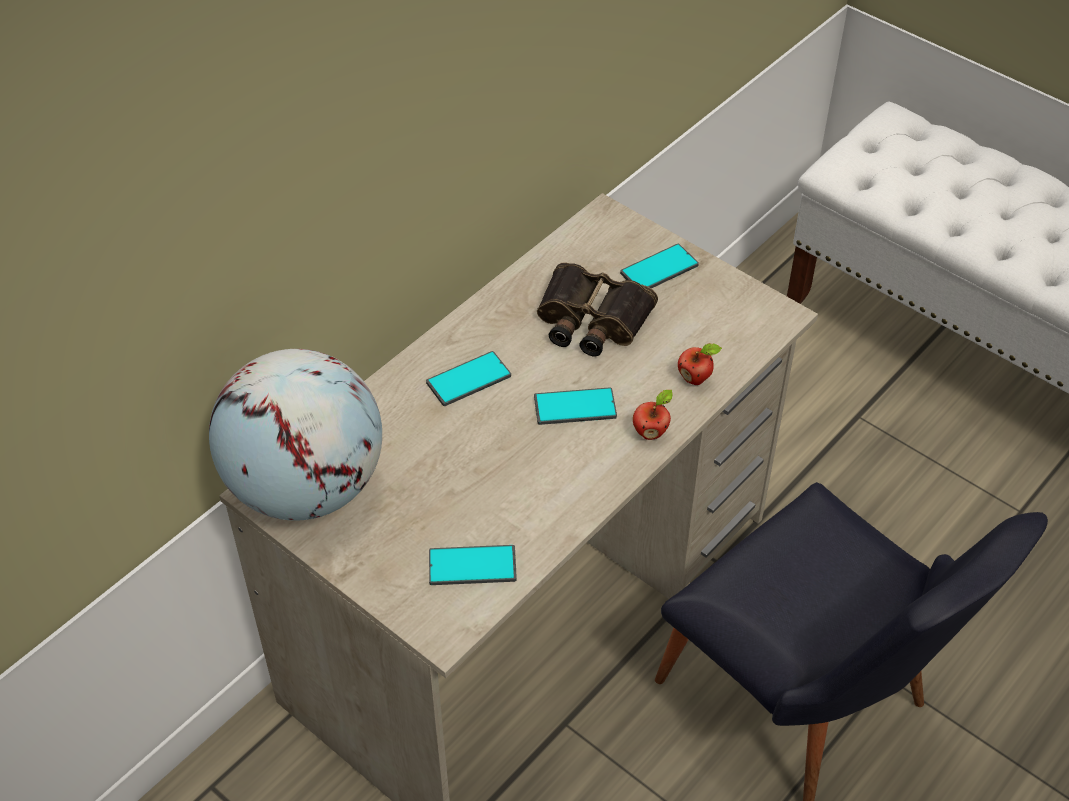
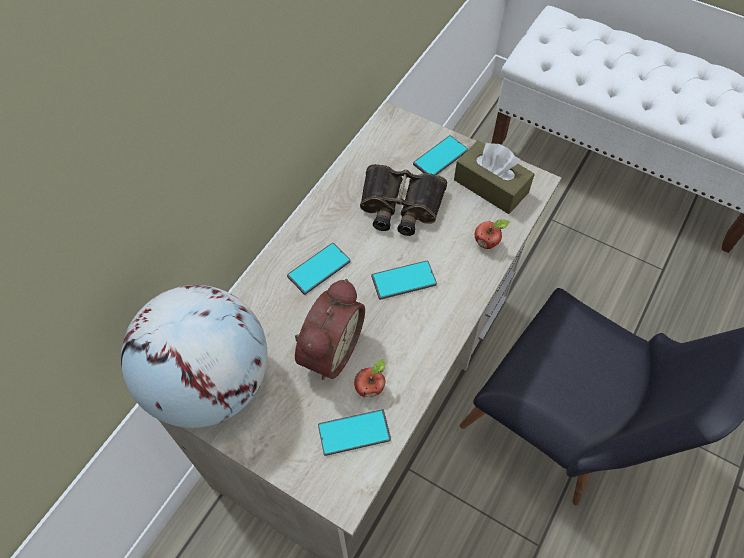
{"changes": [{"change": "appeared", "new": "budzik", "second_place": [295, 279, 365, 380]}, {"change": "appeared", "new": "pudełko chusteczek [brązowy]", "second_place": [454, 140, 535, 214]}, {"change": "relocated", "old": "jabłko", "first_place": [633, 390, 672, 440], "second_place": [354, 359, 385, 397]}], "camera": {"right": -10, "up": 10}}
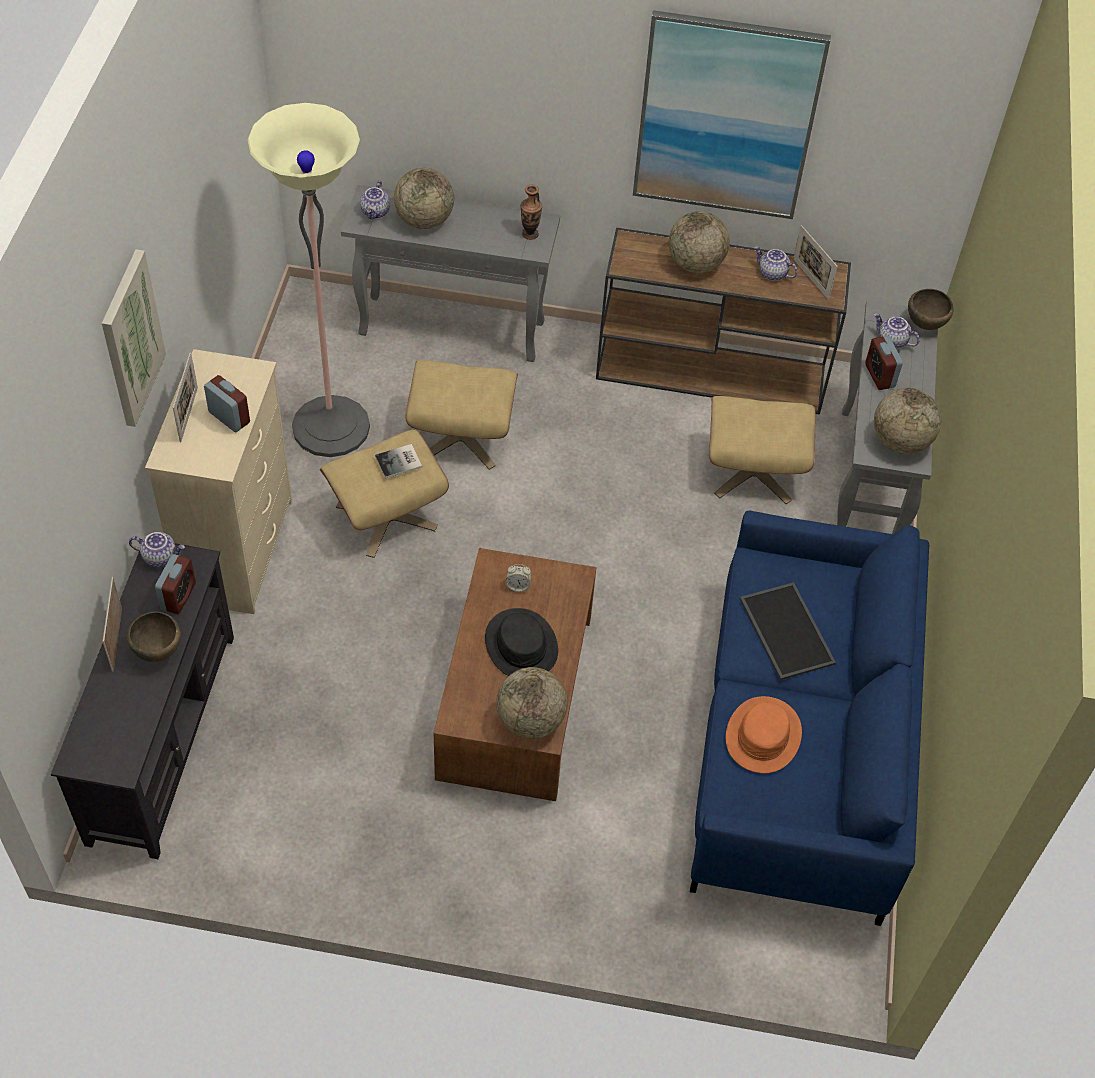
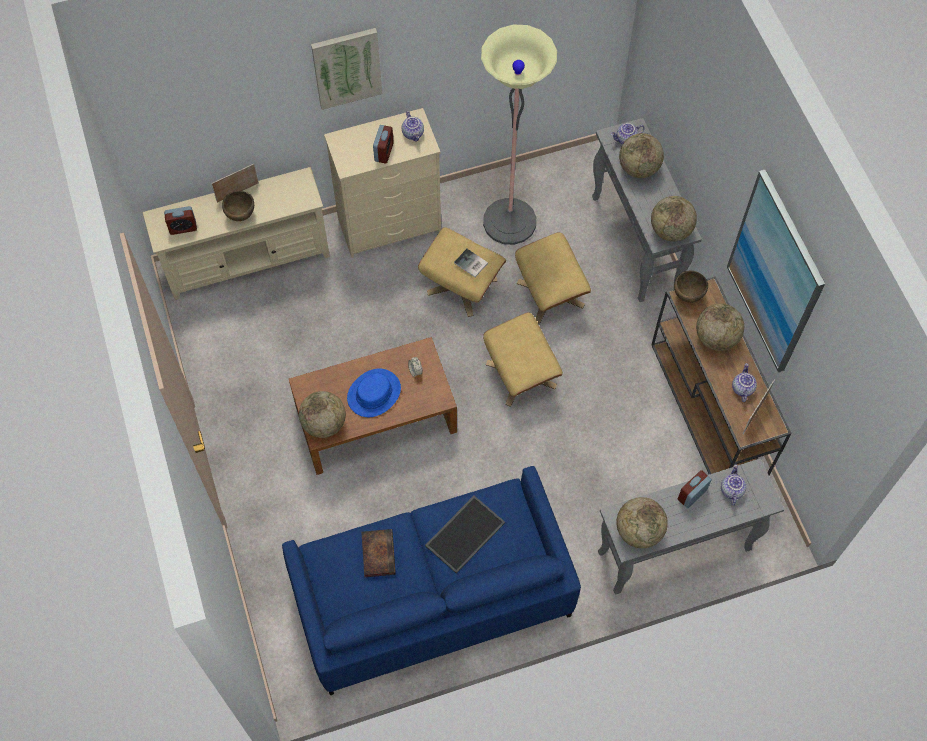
{"changes": [{"change": "missing", "old": "ramka na zdjęcie", "first_place": [173, 352, 198, 443]}, {"change": "relocated", "old": "imbryk", "first_place": [129, 532, 185, 567], "second_place": [402, 111, 424, 141]}, {"change": "relocated", "old": "budzik", "first_place": [155, 554, 196, 614], "second_place": [164, 206, 197, 235]}, {"change": "relocated", "old": "pufa [beżowy]", "first_place": [709, 396, 815, 504], "second_place": [483, 312, 563, 407]}, {"change": "relocated", "old": "miska [brązowy]", "first_place": [908, 289, 954, 330], "second_place": [674, 271, 708, 303]}, {"change": "exchanged", "old": "wazon", "new": "globus", "first_place": [520, 185, 542, 240], "second_place": [651, 196, 697, 242]}, {"change": "exchanged", "old": "kapelusz [pomarańczowy]", "new": "książka", "first_place": [726, 696, 802, 773], "second_place": [361, 529, 396, 577]}, {"change": "colour", "old": "szafka pod telewizor [czarny]", "new": "szafka pod telewizor [beżowy]", "first_place": [51, 543, 234, 859], "second_place": [143, 167, 330, 300]}, {"change": "colour", "old": "kapelusz [czarny]", "new": "kapelusz [niebieski]", "first_place": [485, 608, 558, 676], "second_place": [347, 369, 401, 417]}], "camera": {"right": 65, "up": 10}}
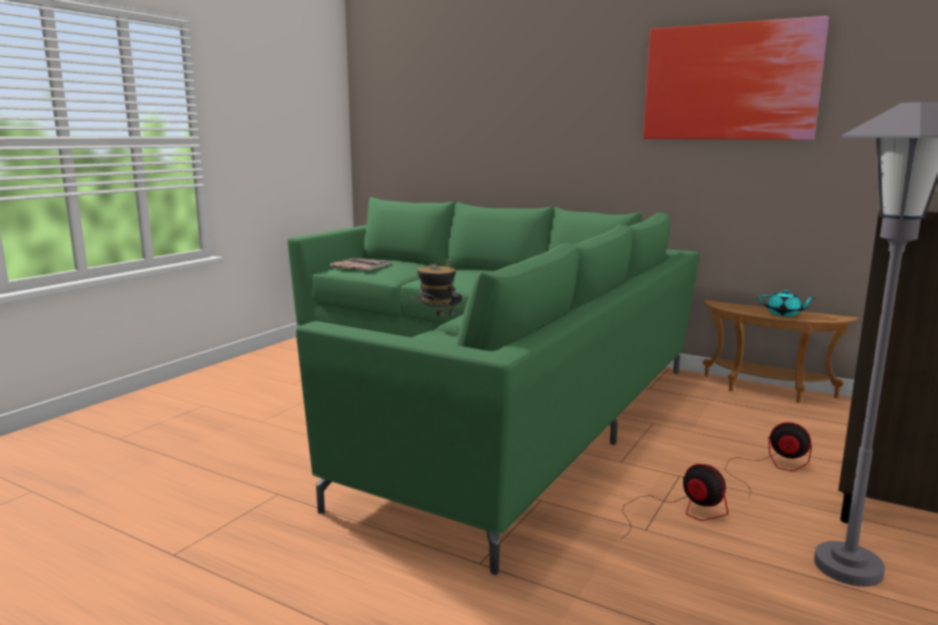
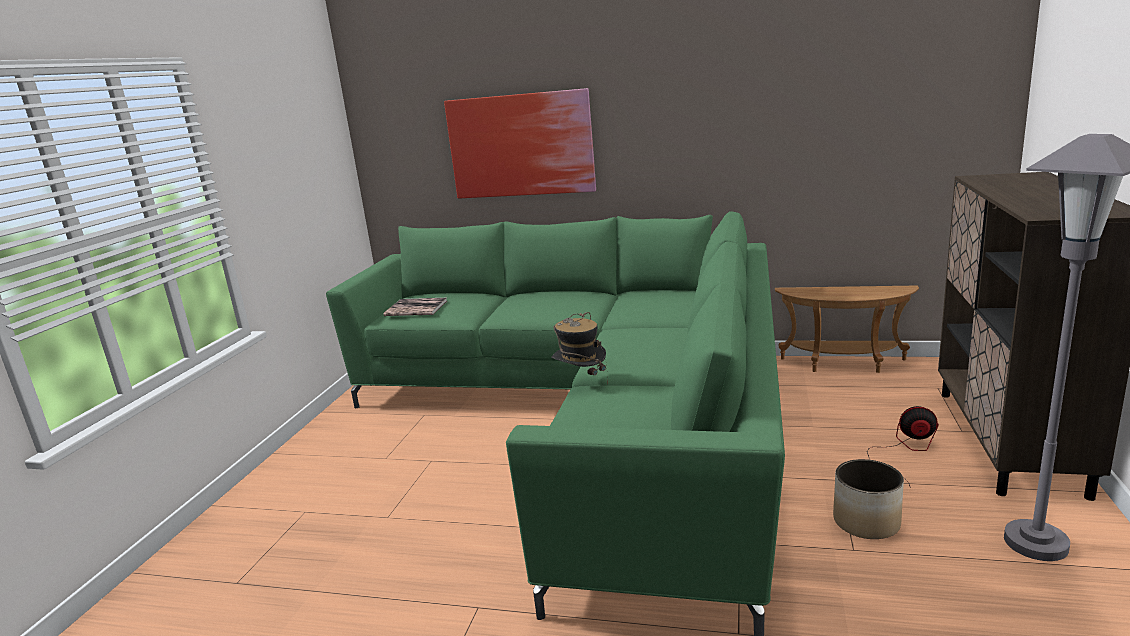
{"changes": [{"change": "missing", "old": "imbryk [turkusowy]", "first_place": [759, 289, 815, 316]}, {"change": "relocated", "old": "obraz", "first_place": [643, 16, 829, 140], "second_place": [444, 88, 596, 199]}, {"change": "exchanged", "old": "wentylator", "new": "donica", "first_place": [620, 464, 728, 539], "second_place": [833, 459, 904, 539]}], "camera": {"right": -15, "up": 5}}
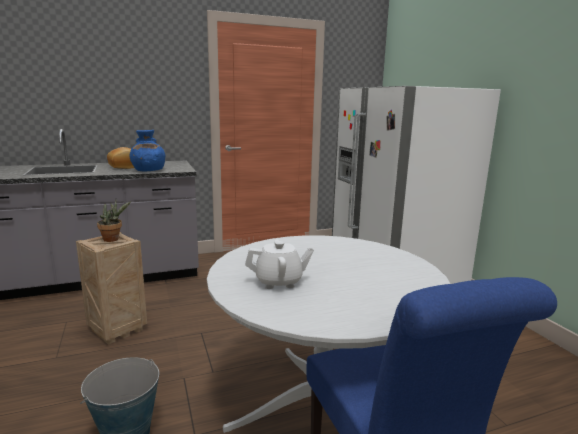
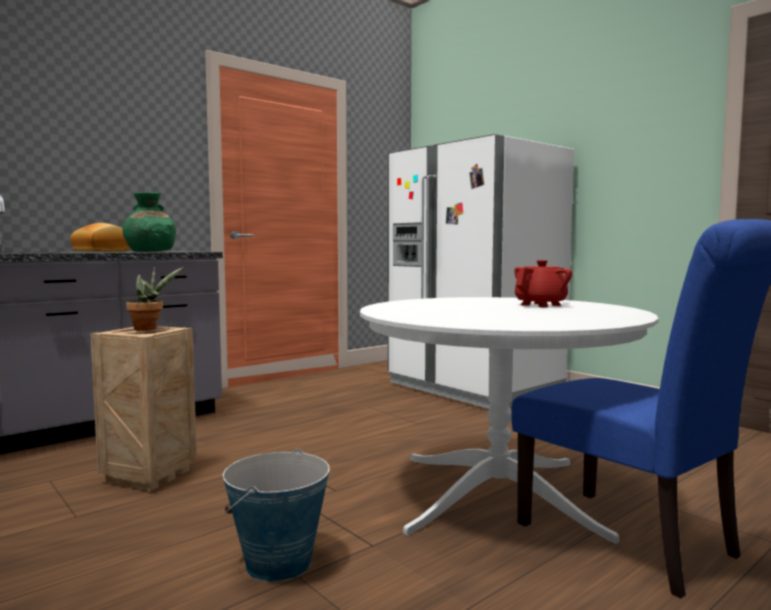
{"changes": [{"change": "missing", "old": "imbryk [biały]", "first_place": [245, 239, 314, 289]}, {"change": "appeared", "new": "imbryk [czerwony]", "second_place": [514, 260, 572, 307]}, {"change": "colour", "old": "wazon [niebieski]", "new": "wazon [zielony]", "first_place": [129, 130, 165, 171], "second_place": [122, 192, 176, 252]}], "camera": {"right": -20, "up": -10}}
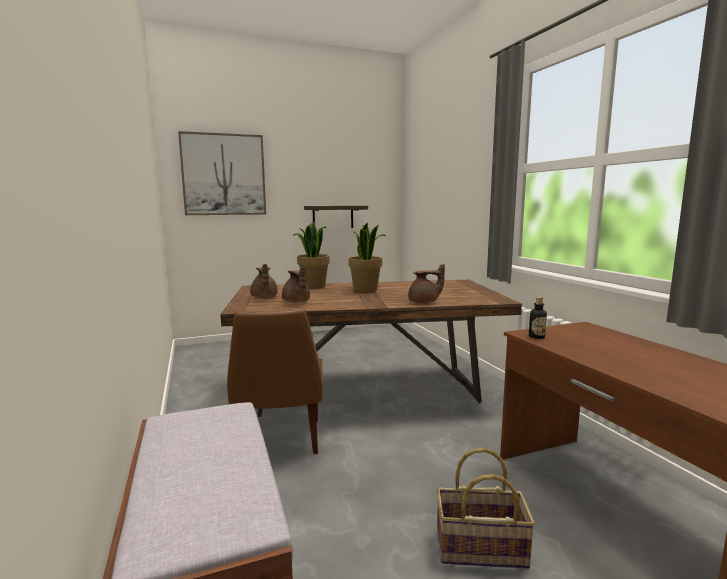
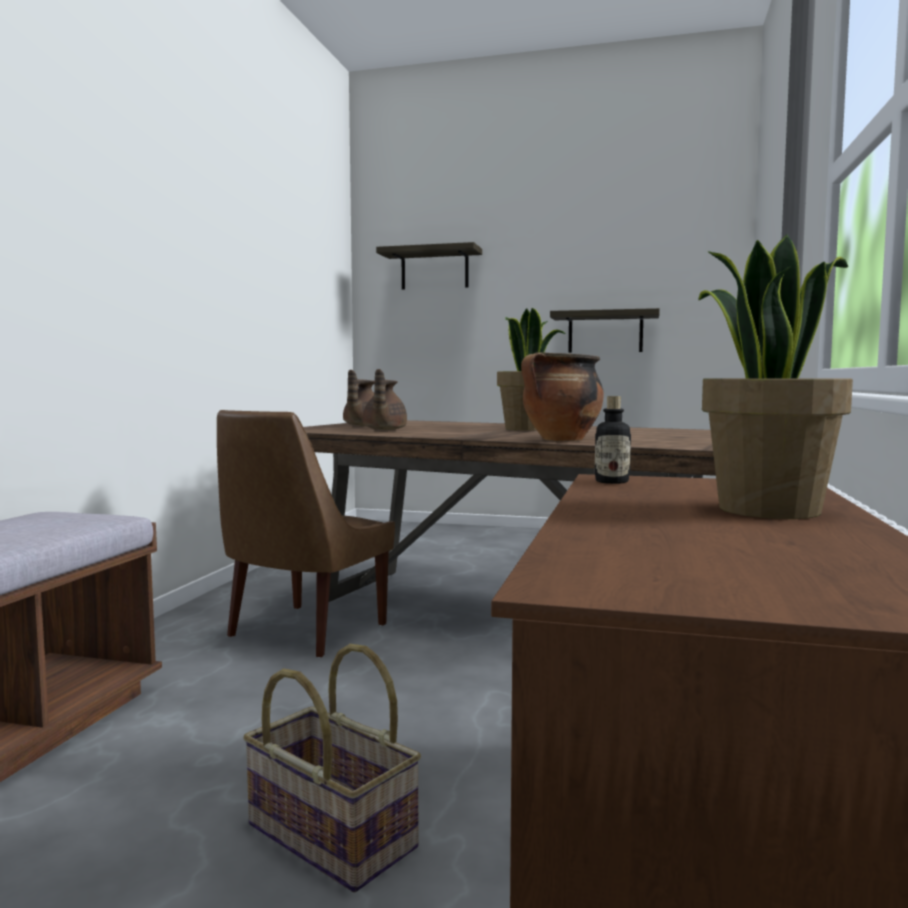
{"changes": [{"change": "relocated", "old": "roślina doniczkowa", "first_place": [293, 222, 330, 289], "second_place": [698, 234, 853, 519]}, {"change": "exchanged", "old": "obraz", "new": "półka", "first_place": [178, 131, 266, 215], "second_place": [376, 242, 482, 290]}, {"change": "exchanged", "old": "imbryk [brązowy]", "new": "garnek", "first_place": [408, 264, 445, 303], "second_place": [521, 352, 604, 441]}], "camera": {"right": 35, "up": -5}}
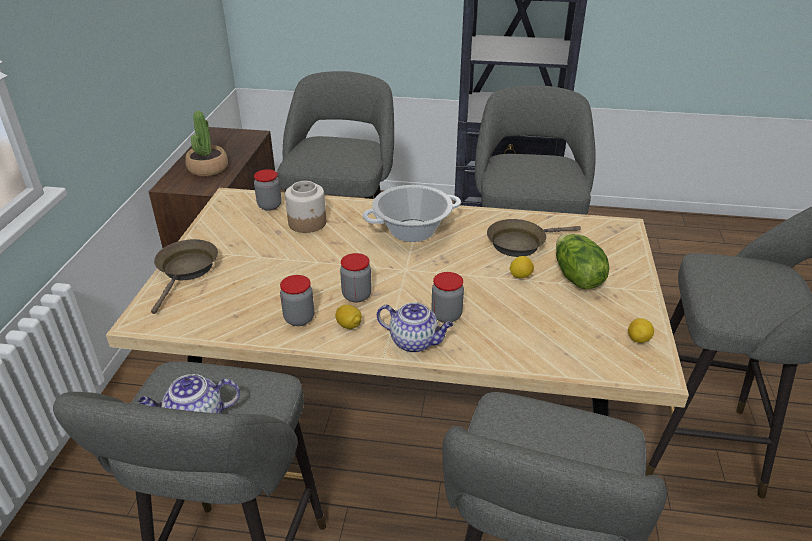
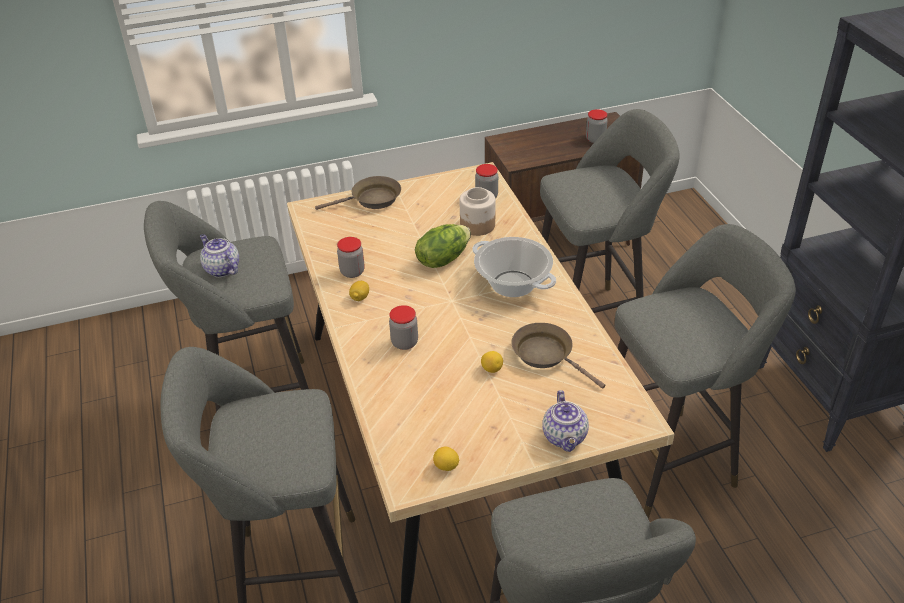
{"changes": [{"change": "missing", "old": "roślina doniczkowa", "first_place": [185, 111, 228, 176]}, {"change": "relocated", "old": "słoik", "first_place": [340, 253, 372, 303], "second_place": [586, 109, 608, 143]}, {"change": "relocated", "old": "imbryk", "first_place": [377, 302, 453, 353], "second_place": [542, 390, 589, 452]}, {"change": "relocated", "old": "sałata", "first_place": [556, 234, 609, 289], "second_place": [415, 224, 471, 268]}], "camera": {"right": 65, "up": 5}}
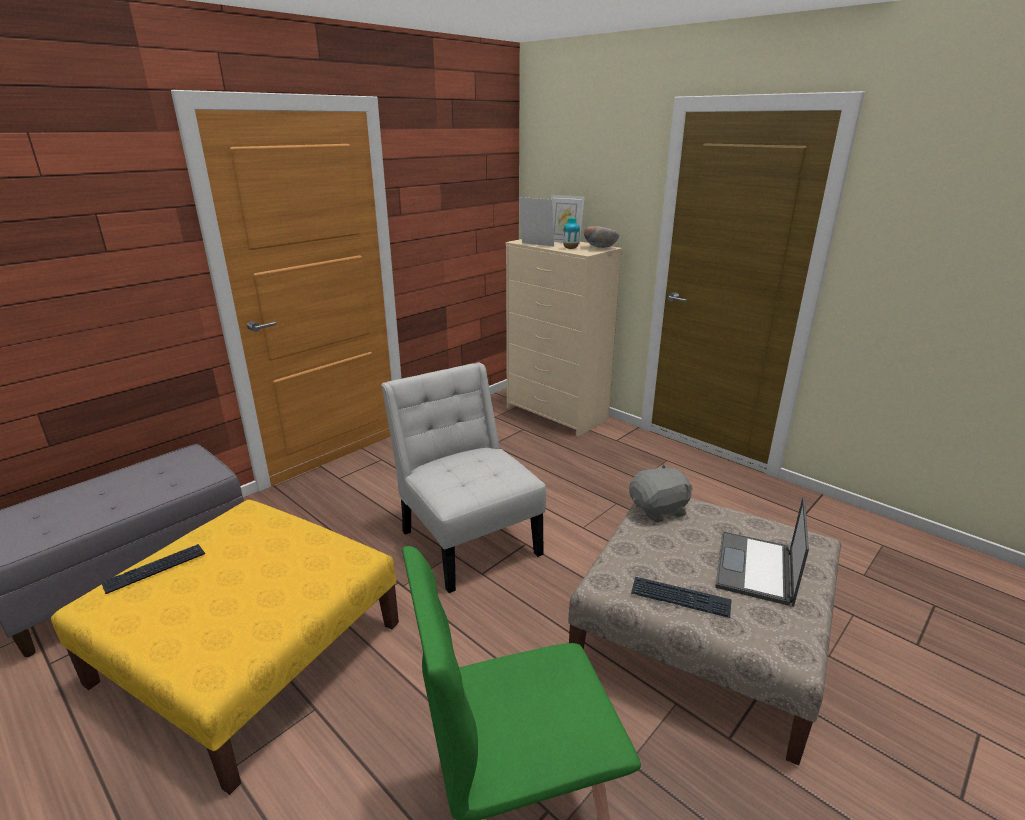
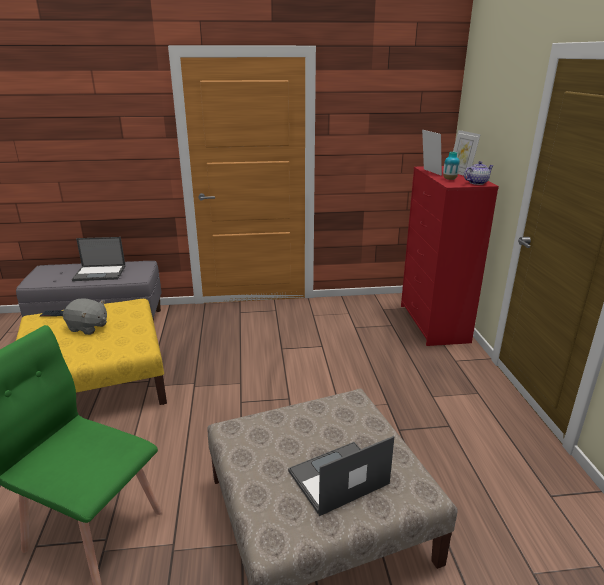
{"changes": [{"change": "missing", "old": "krzesło [biały]", "first_place": [381, 362, 546, 593]}, {"change": "missing", "old": "klawiatura", "first_place": [631, 577, 732, 618]}, {"change": "appeared", "new": "laptop", "second_place": [72, 237, 125, 281]}, {"change": "relocated", "old": "pluszak [szary]", "first_place": [630, 463, 693, 523], "second_place": [63, 298, 107, 335]}, {"change": "exchanged", "old": "miska", "new": "imbryk", "first_place": [584, 226, 619, 248], "second_place": [464, 161, 494, 185]}, {"change": "colour", "old": "komoda [beżowy]", "new": "komoda [czerwony]", "first_place": [505, 239, 622, 437], "second_place": [401, 166, 499, 346]}], "camera": {"right": 40, "up": 0}}
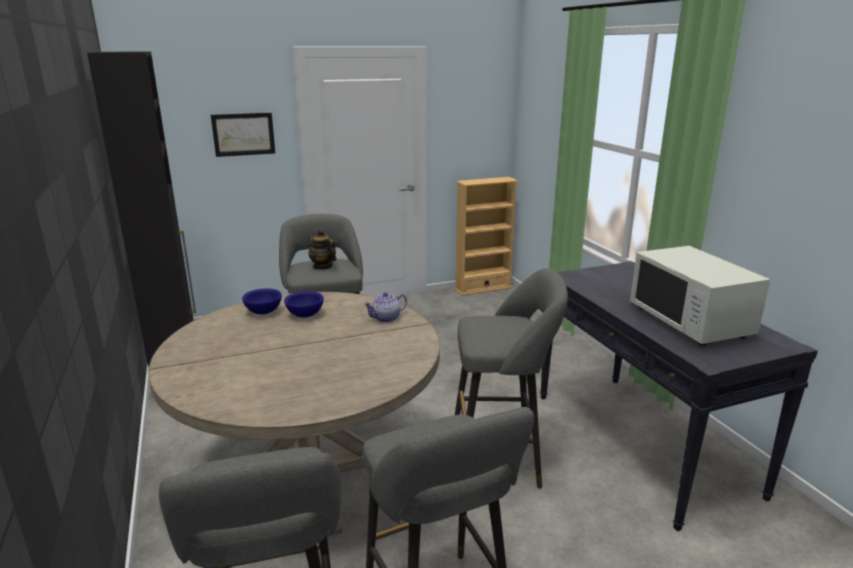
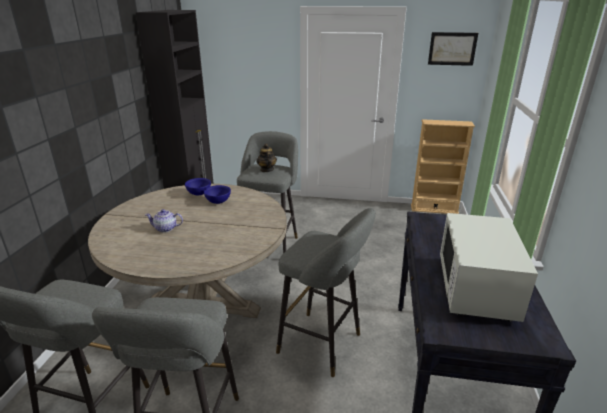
{"changes": [{"change": "relocated", "old": "obraz", "first_place": [211, 113, 275, 157], "second_place": [428, 32, 478, 66]}, {"change": "relocated", "old": "imbryk", "first_place": [364, 292, 407, 322], "second_place": [145, 209, 183, 233]}], "camera": {"right": 30, "up": 5}}
